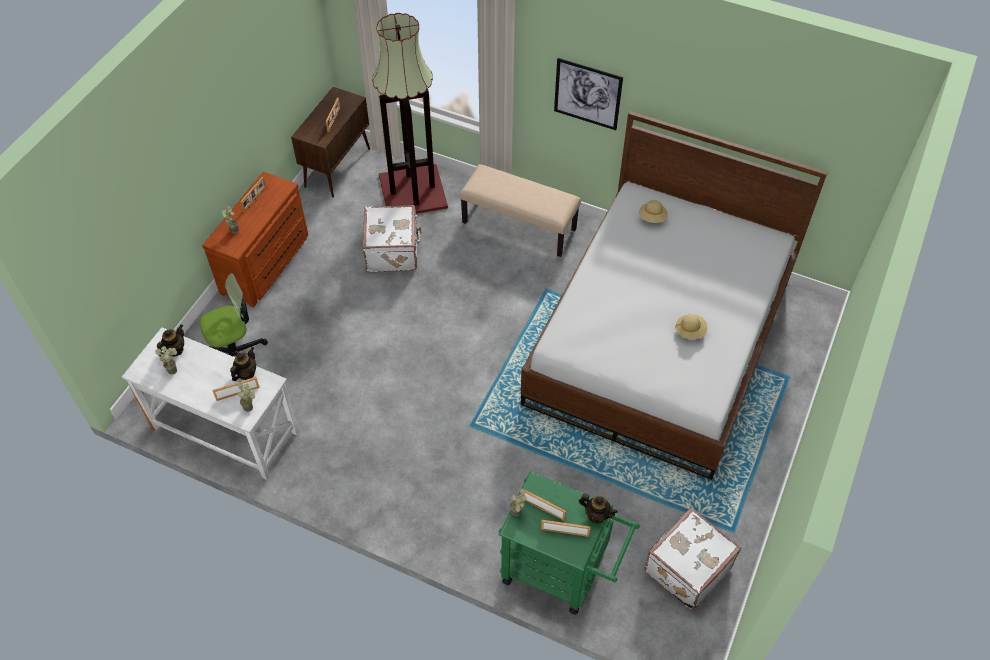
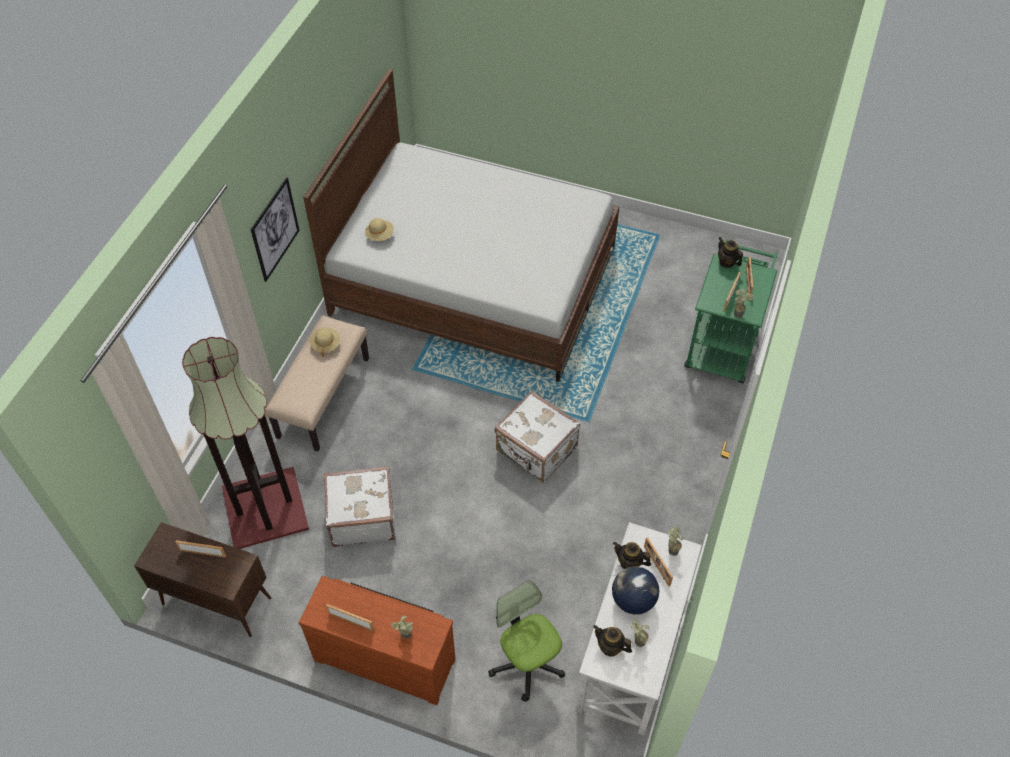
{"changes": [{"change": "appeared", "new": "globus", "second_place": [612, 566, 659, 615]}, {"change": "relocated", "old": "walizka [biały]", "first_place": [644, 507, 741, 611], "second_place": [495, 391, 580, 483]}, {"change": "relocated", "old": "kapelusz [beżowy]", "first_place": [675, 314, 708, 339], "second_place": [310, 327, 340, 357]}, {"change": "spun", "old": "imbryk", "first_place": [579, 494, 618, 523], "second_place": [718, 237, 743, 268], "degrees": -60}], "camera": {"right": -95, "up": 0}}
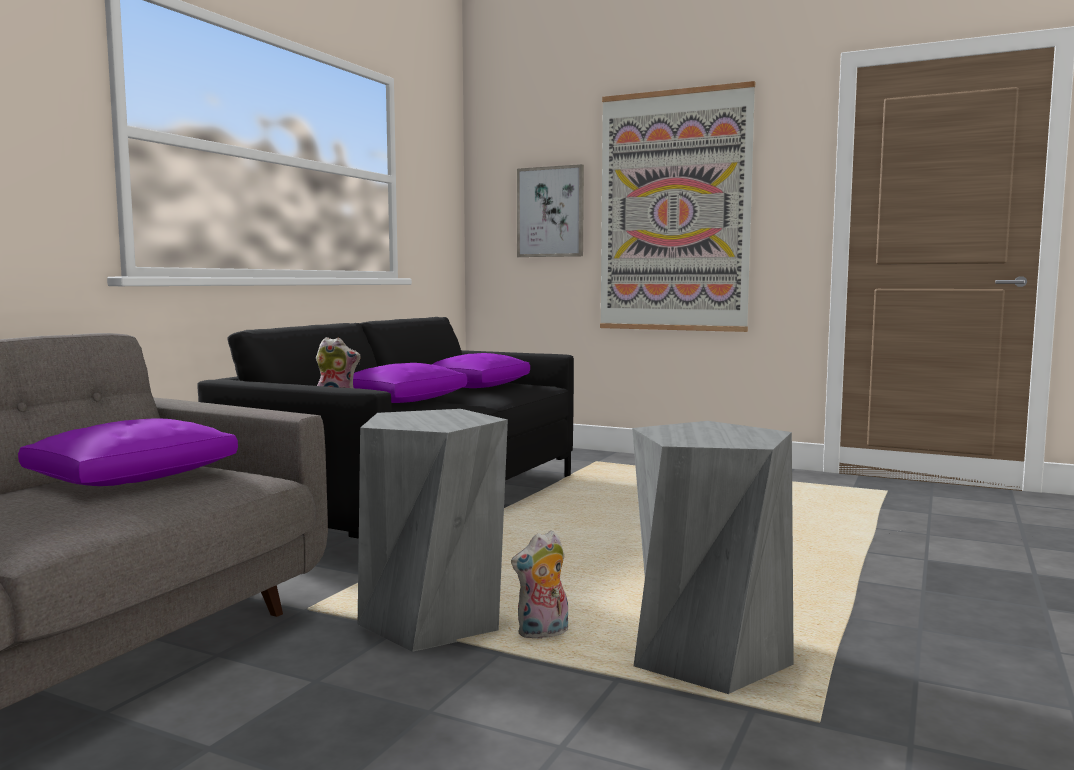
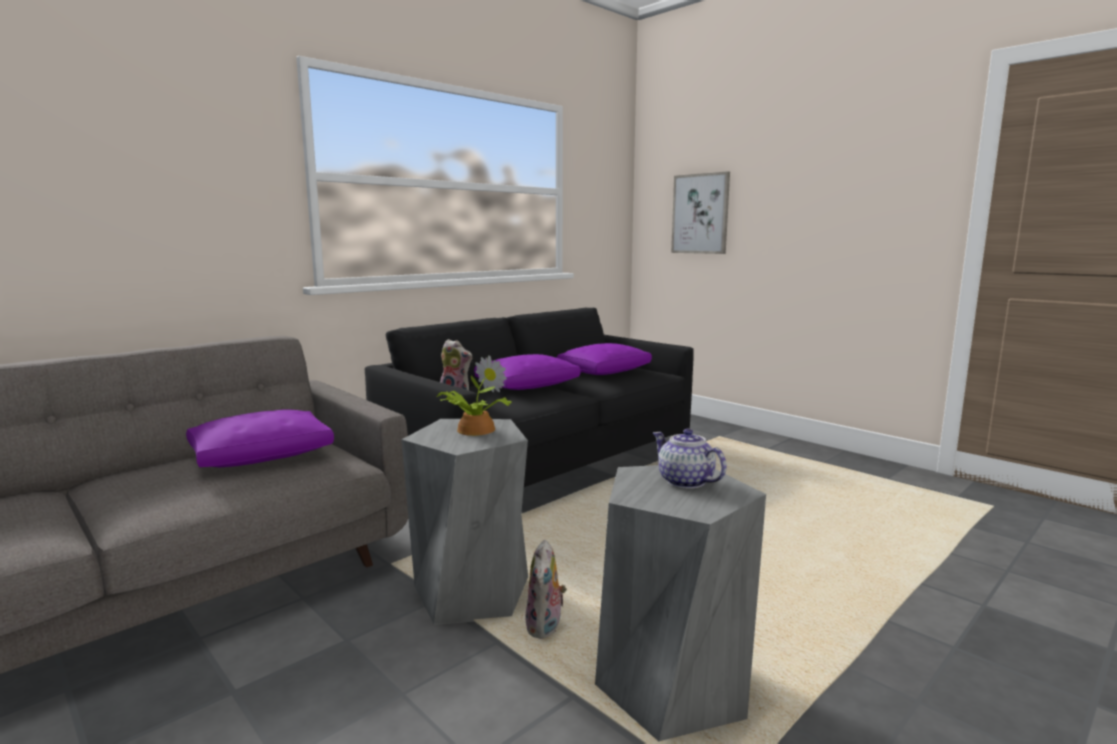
{"changes": [{"change": "missing", "old": "obraz", "first_place": [600, 81, 755, 332]}, {"change": "appeared", "new": "roślina doniczkowa", "second_place": [437, 355, 512, 436]}, {"change": "appeared", "new": "imbryk", "second_place": [653, 429, 727, 489]}, {"change": "spun", "old": "pluszak", "first_place": [511, 530, 568, 638], "second_place": [525, 540, 567, 638], "degrees": -75}], "camera": {"right": 20, "up": 5}}
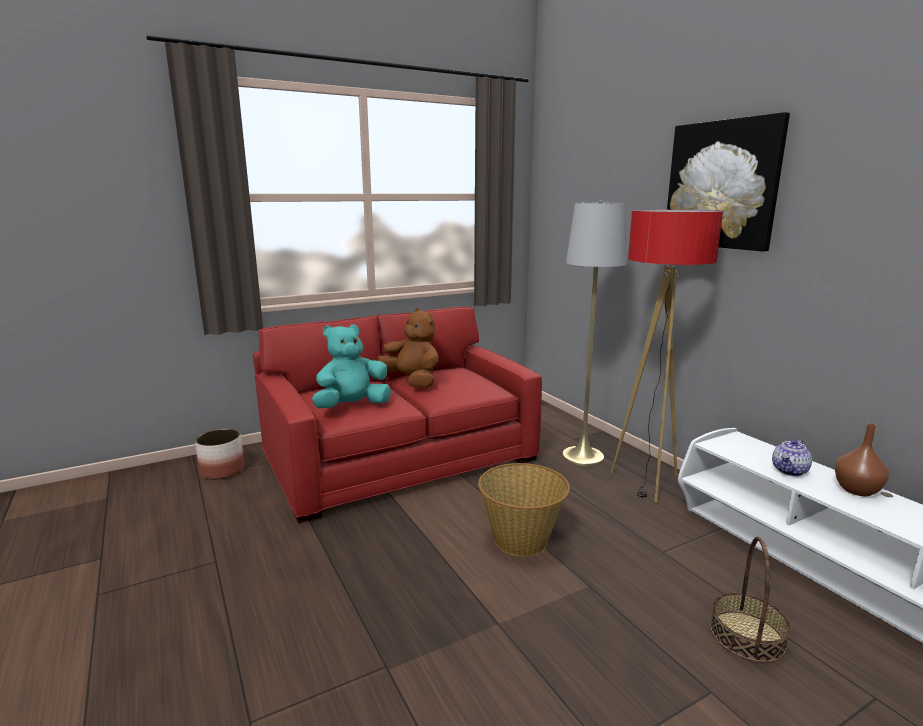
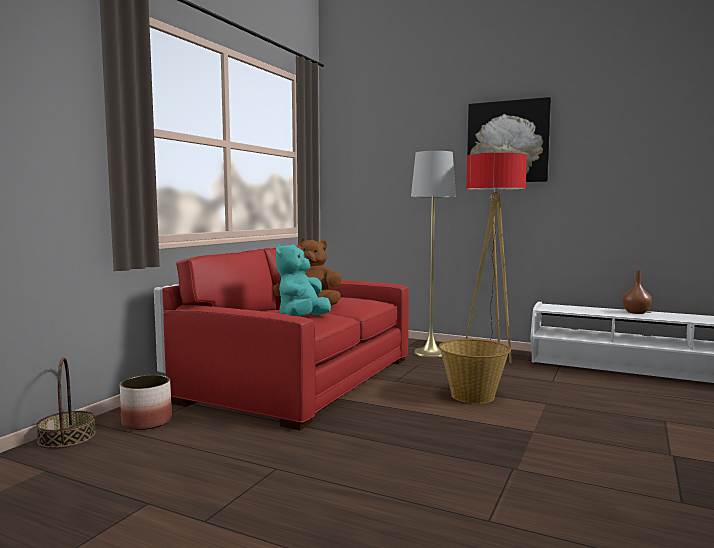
{"changes": [{"change": "missing", "old": "imbryk", "first_place": [772, 439, 812, 476]}, {"change": "relocated", "old": "koszyk", "first_place": [710, 537, 790, 663], "second_place": [36, 357, 96, 449]}], "camera": {"right": -35, "up": -10}}
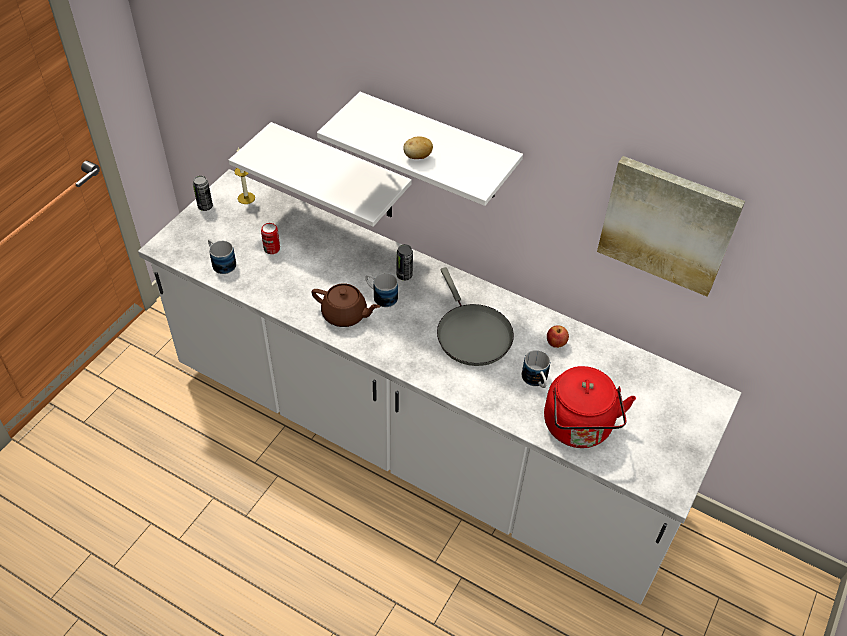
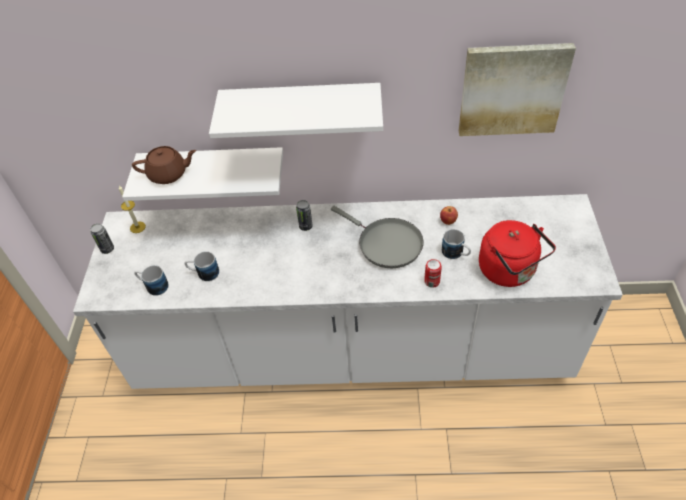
{"changes": [{"change": "missing", "old": "ziemniak", "first_place": [403, 136, 433, 159]}, {"change": "relocated", "old": "puszka", "first_place": [261, 223, 280, 254], "second_place": [424, 259, 442, 288]}, {"change": "relocated", "old": "imbryk [brązowy]", "first_place": [311, 284, 380, 327], "second_place": [132, 146, 196, 184]}, {"change": "relocated", "old": "kubek", "first_place": [365, 273, 398, 307], "second_place": [185, 251, 219, 281]}], "camera": {"right": -25, "up": 0}}
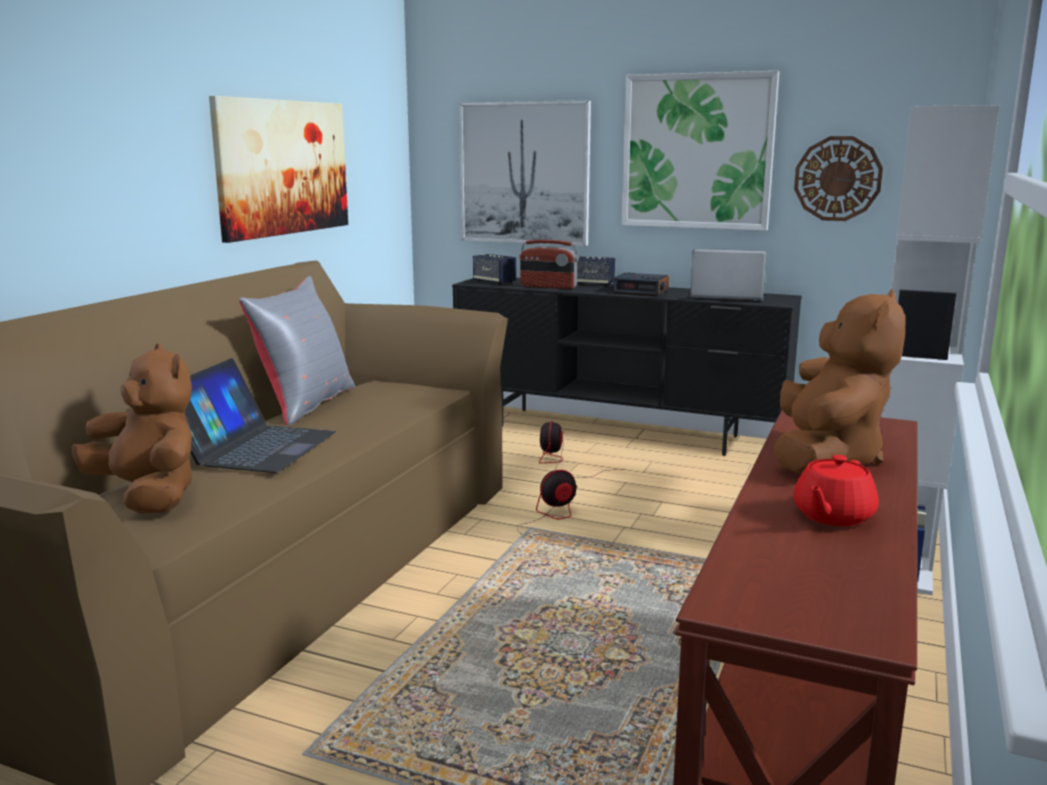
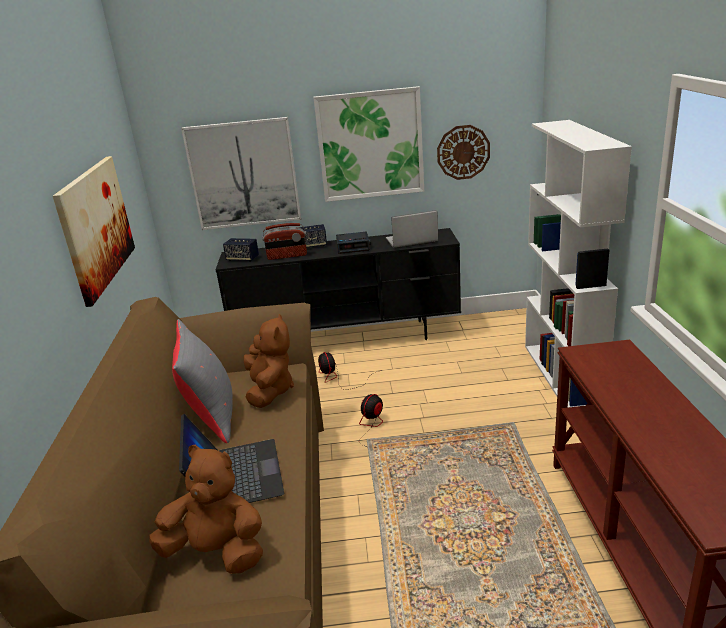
{"changes": [{"change": "missing", "old": "imbryk [czerwony]", "first_place": [793, 455, 879, 526]}, {"change": "relocated", "old": "pluszak [brązowy]", "first_place": [773, 289, 906, 475], "second_place": [244, 314, 294, 408]}], "camera": {"right": -25, "up": 10}}
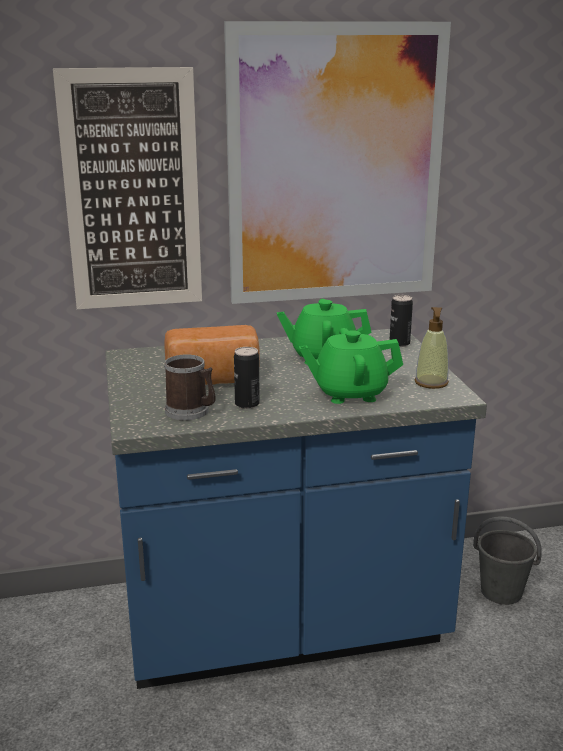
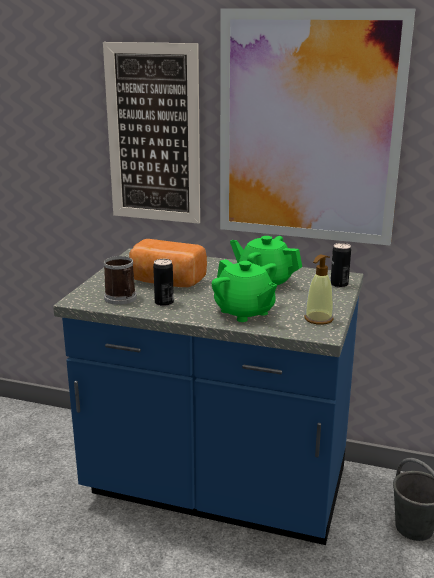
{"changes": [{"change": "spun", "old": "imbryk [zielony]", "first_place": [299, 328, 403, 404], "second_place": [212, 259, 277, 322], "degrees": -150}], "camera": {"right": 30, "up": 0}}
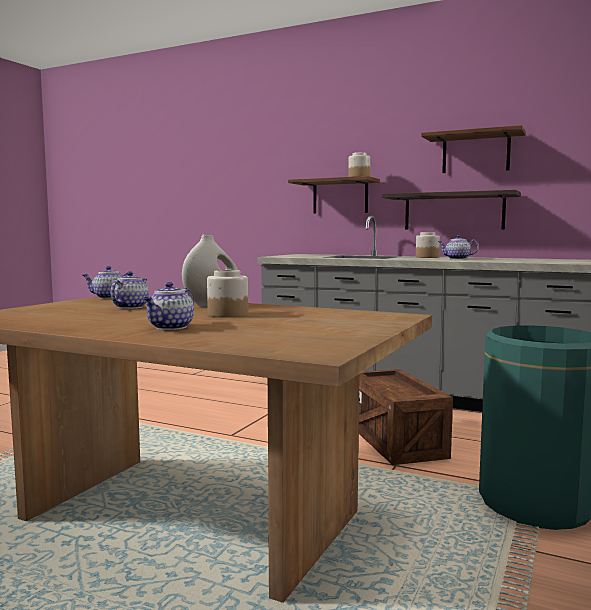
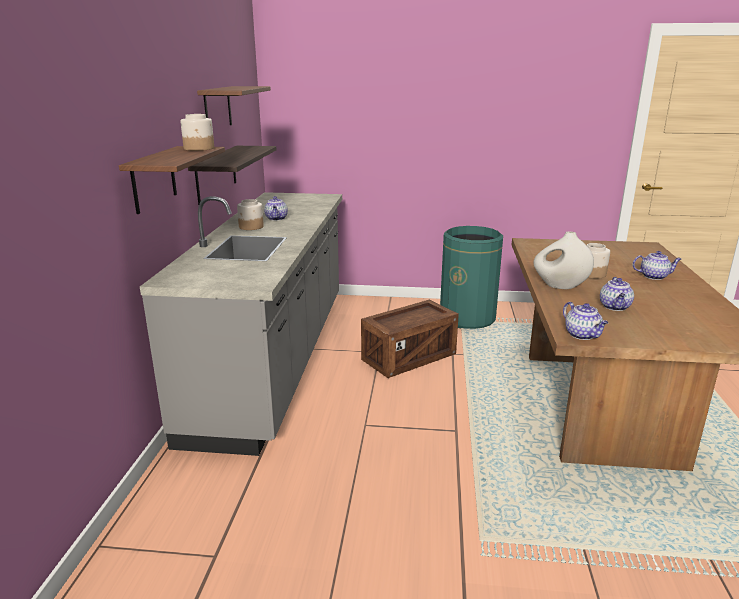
{"changes": [{"change": "spun", "old": "imbryk", "first_place": [110, 271, 149, 309], "second_place": [600, 277, 634, 311], "degrees": -75}], "camera": {"right": -110, "up": 15}}
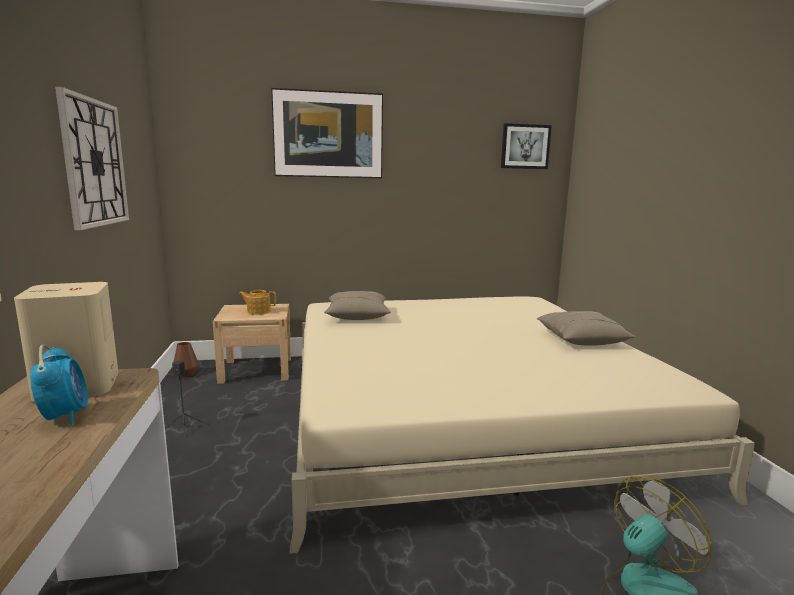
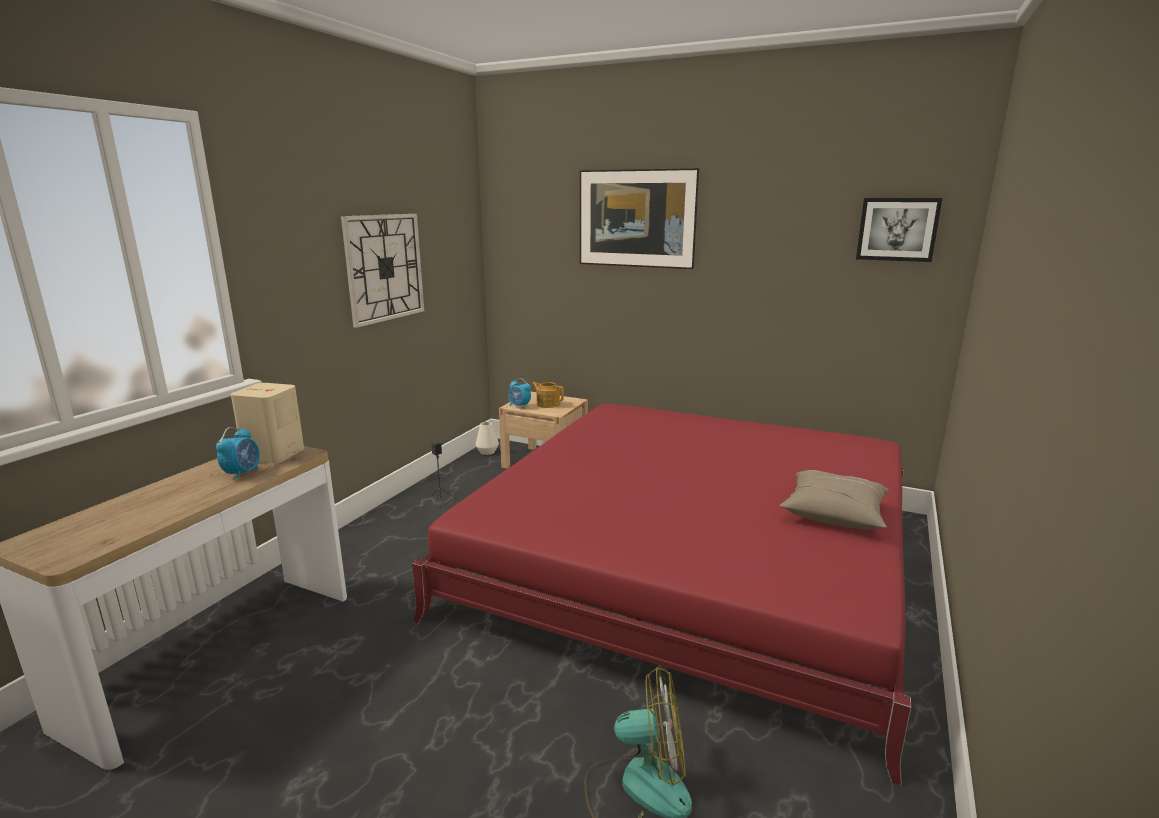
{"changes": [{"change": "missing", "old": "poduszka [beżowy]", "first_place": [324, 291, 391, 320]}, {"change": "appeared", "new": "budzik", "second_place": [508, 378, 531, 409]}, {"change": "colour", "old": "wazon [brązowy]", "new": "wazon [biały]", "first_place": [172, 342, 199, 377], "second_place": [475, 422, 499, 455]}, {"change": "colour", "old": "łóżko [beżowy]", "new": "łóżko [czerwony]", "first_place": [289, 296, 755, 554], "second_place": [412, 404, 911, 786]}], "camera": {"right": 35, "up": 5}}
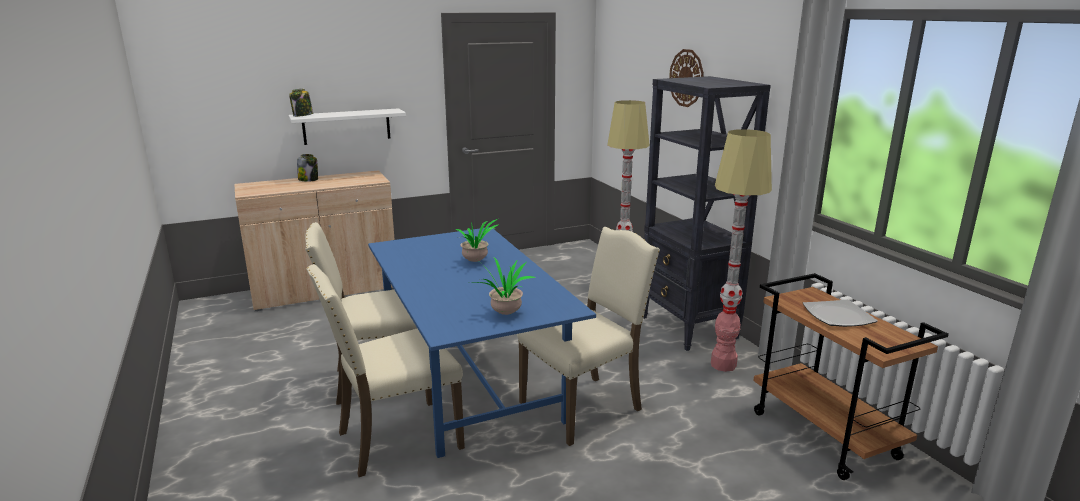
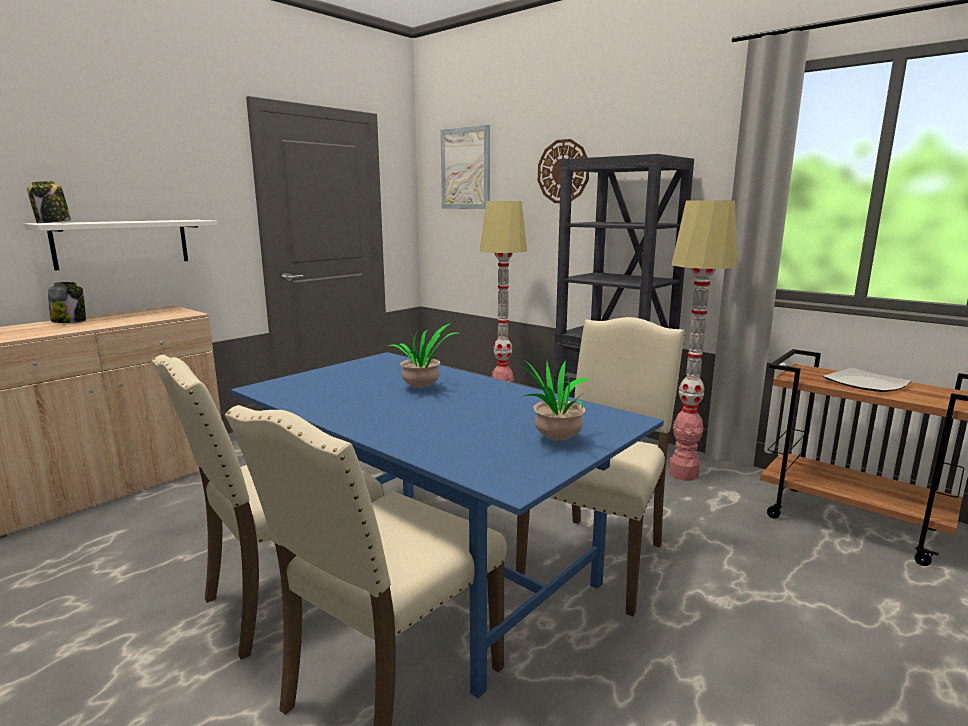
{"changes": [{"change": "appeared", "new": "obraz", "second_place": [440, 125, 490, 209]}], "camera": {"right": -25, "up": -5}}
